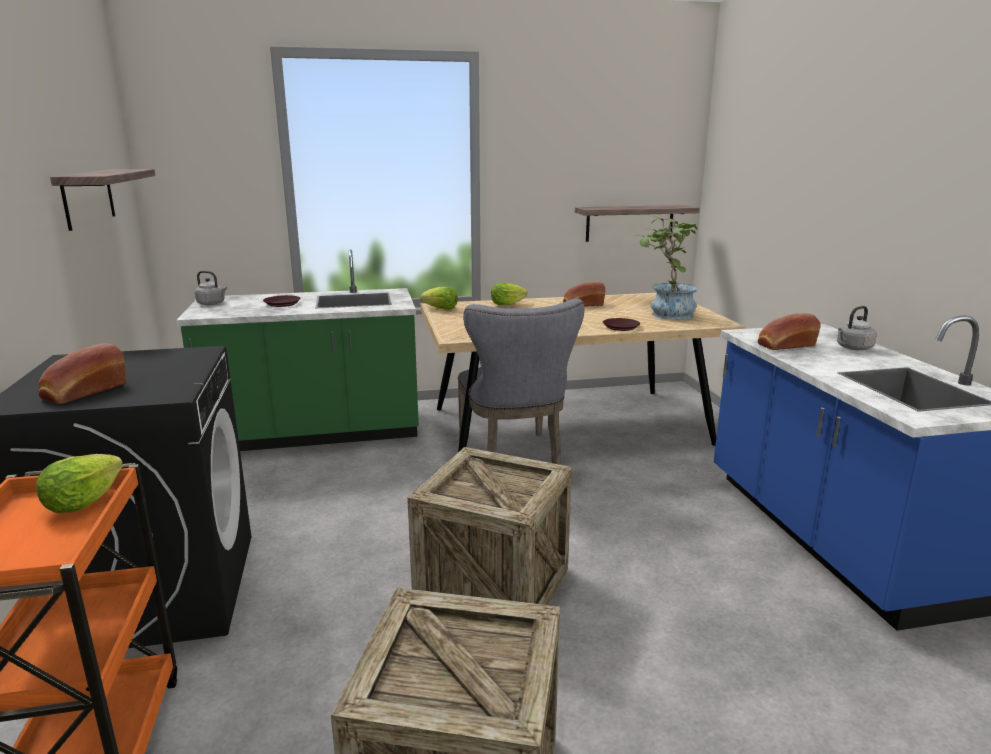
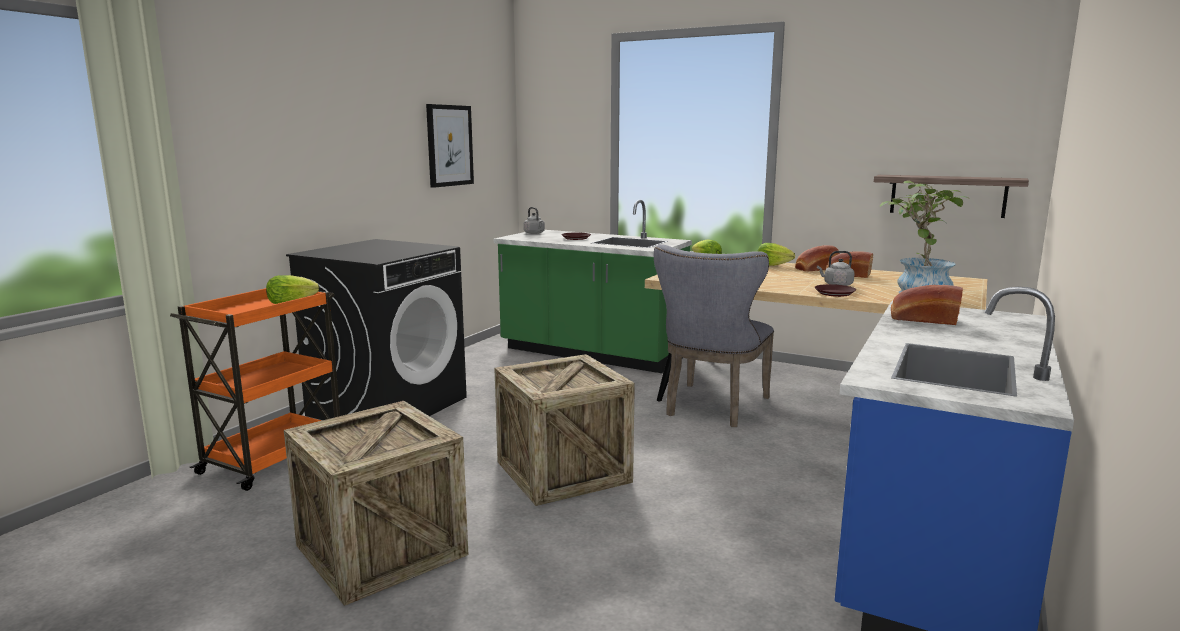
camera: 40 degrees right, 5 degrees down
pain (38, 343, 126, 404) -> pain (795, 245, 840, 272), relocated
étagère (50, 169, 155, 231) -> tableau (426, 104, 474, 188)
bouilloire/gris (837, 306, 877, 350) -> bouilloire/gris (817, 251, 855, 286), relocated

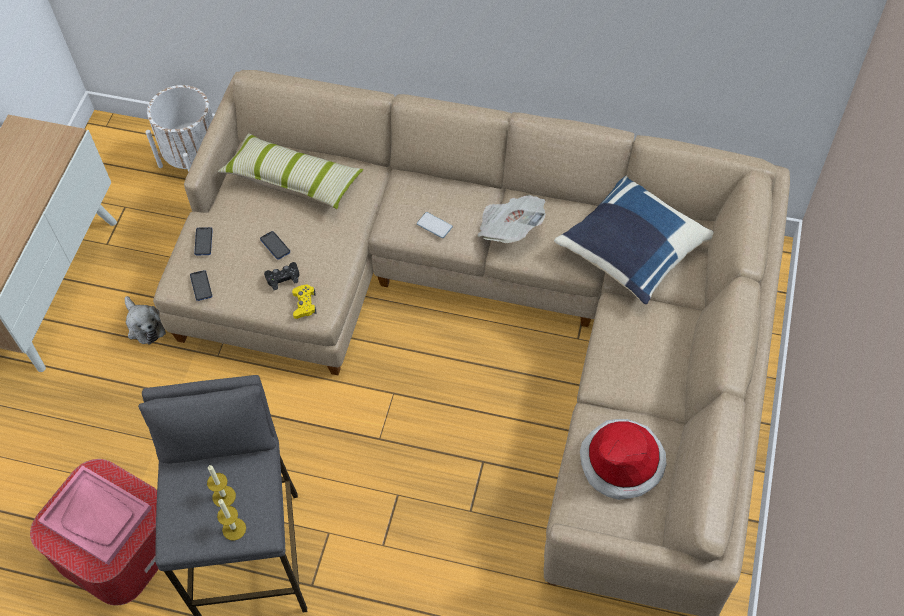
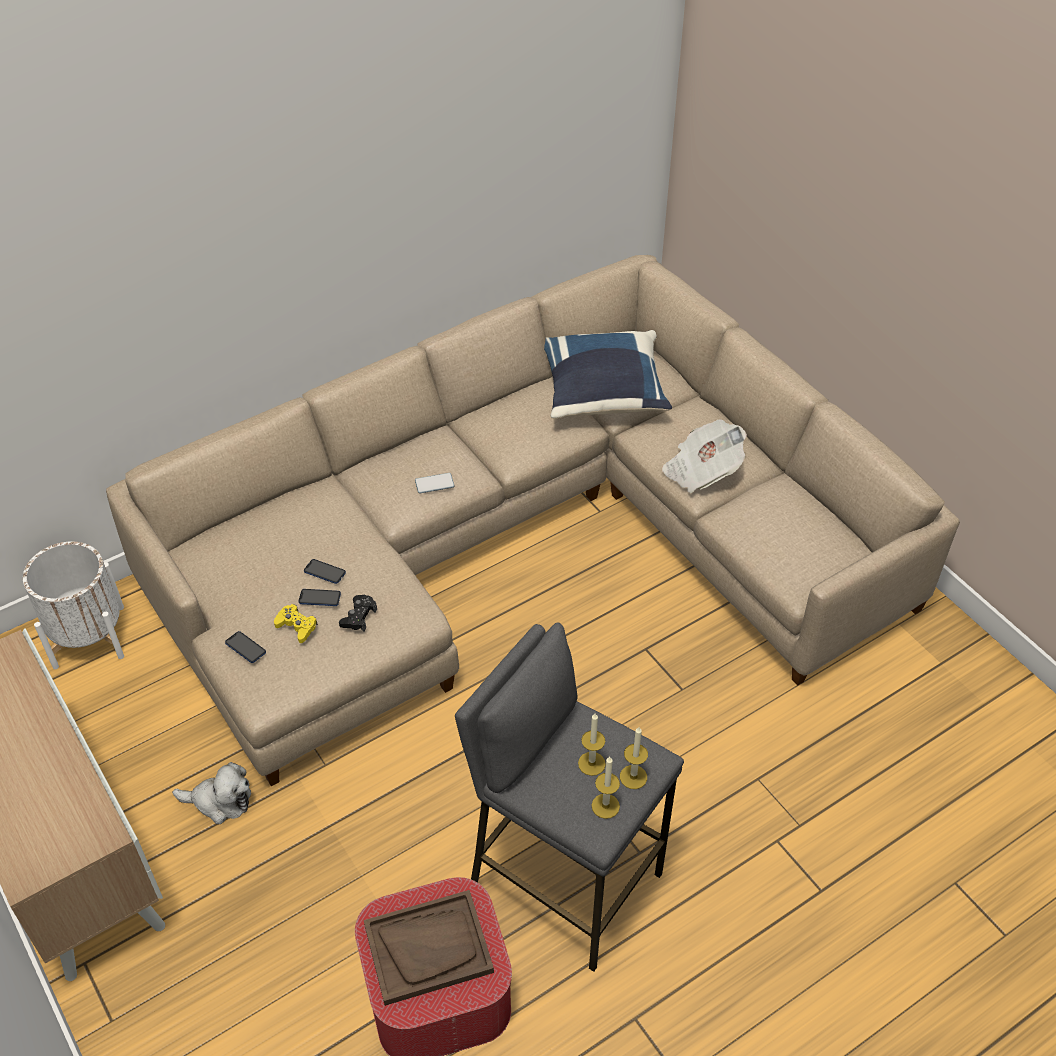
camera: 50 degrees left, 10 degrees down
plateau/rose (38, 465, 152, 565) -> plateau/marron (364, 890, 494, 1006)
téléphone (190, 270, 212, 301) -> téléphone (304, 559, 346, 584), relocated
coussin (218, 133, 363, 209) -> none
manette/jaune (292, 285, 316, 319) -> manette/jaune (274, 604, 318, 643), relocated
journal (478, 195, 546, 243) -> journal (662, 419, 747, 493), relocated
chapeau (580, 419, 667, 500) -> none
none -> bougie (592, 757, 620, 819)

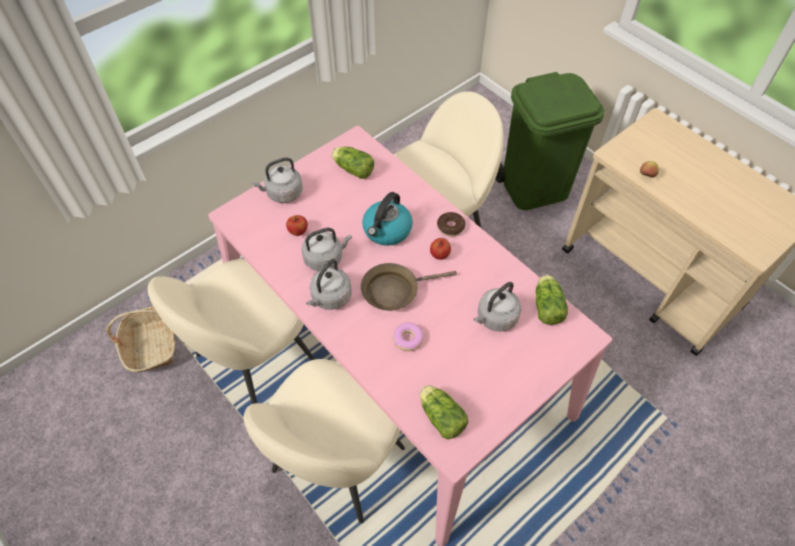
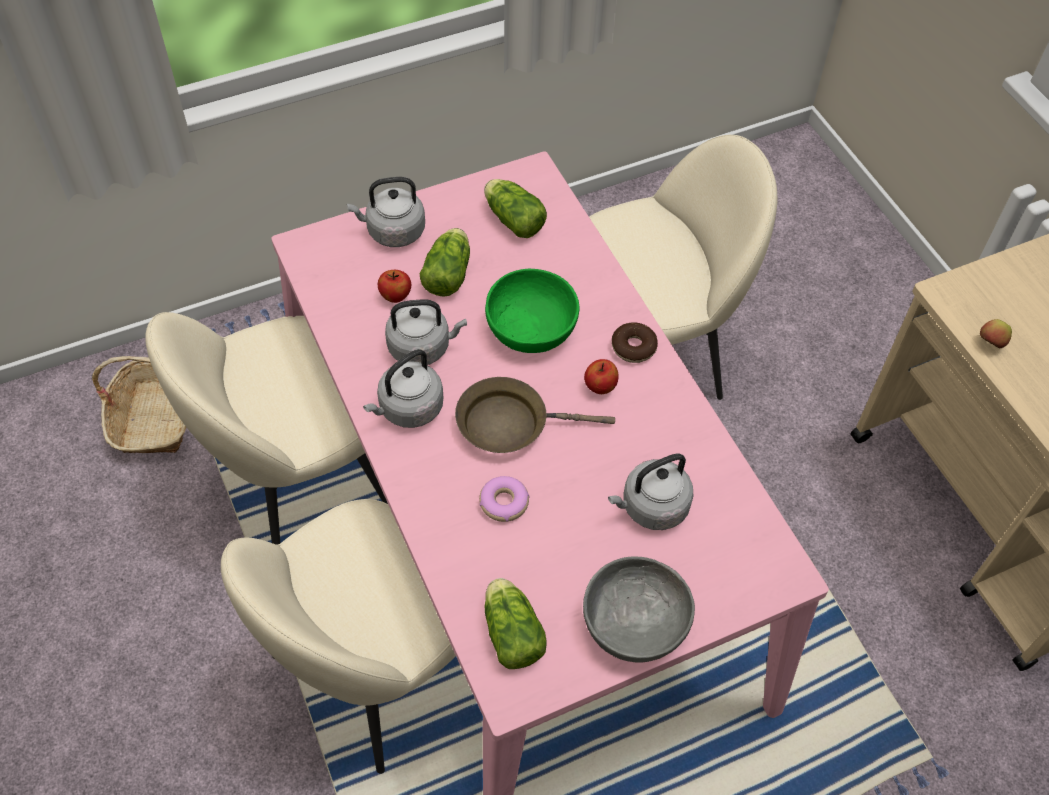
camera: 15 degrees right, 0 degrees up
bouilloire (362, 192, 413, 246) -> bol/vert (485, 269, 580, 353)
poubelle/vert (495, 72, 604, 210) -> none
laitue (536, 274, 568, 325) -> laitue (420, 228, 470, 297), relocated
none -> bol/gris (583, 556, 695, 663)

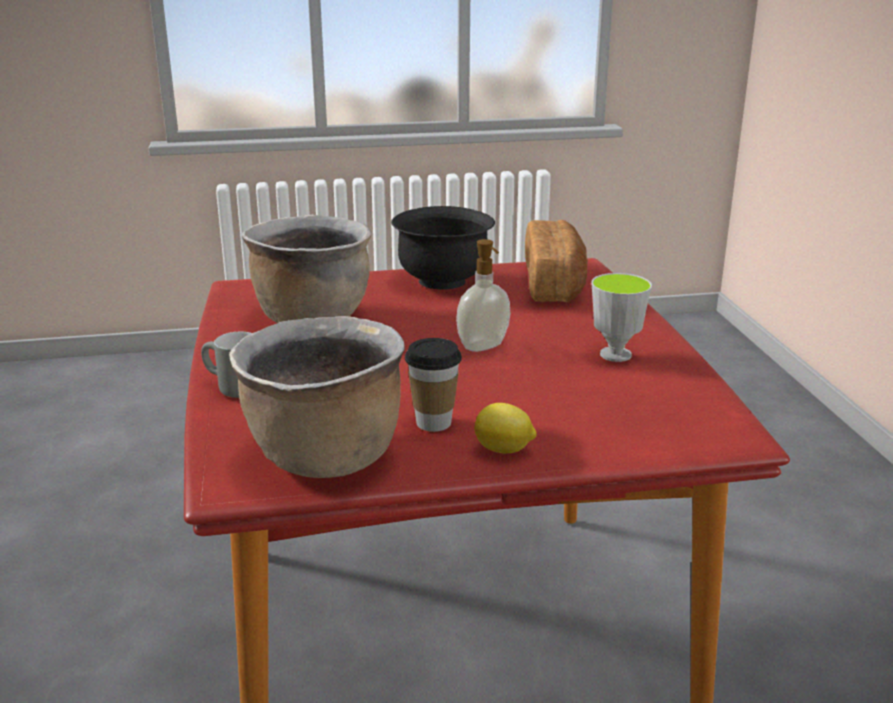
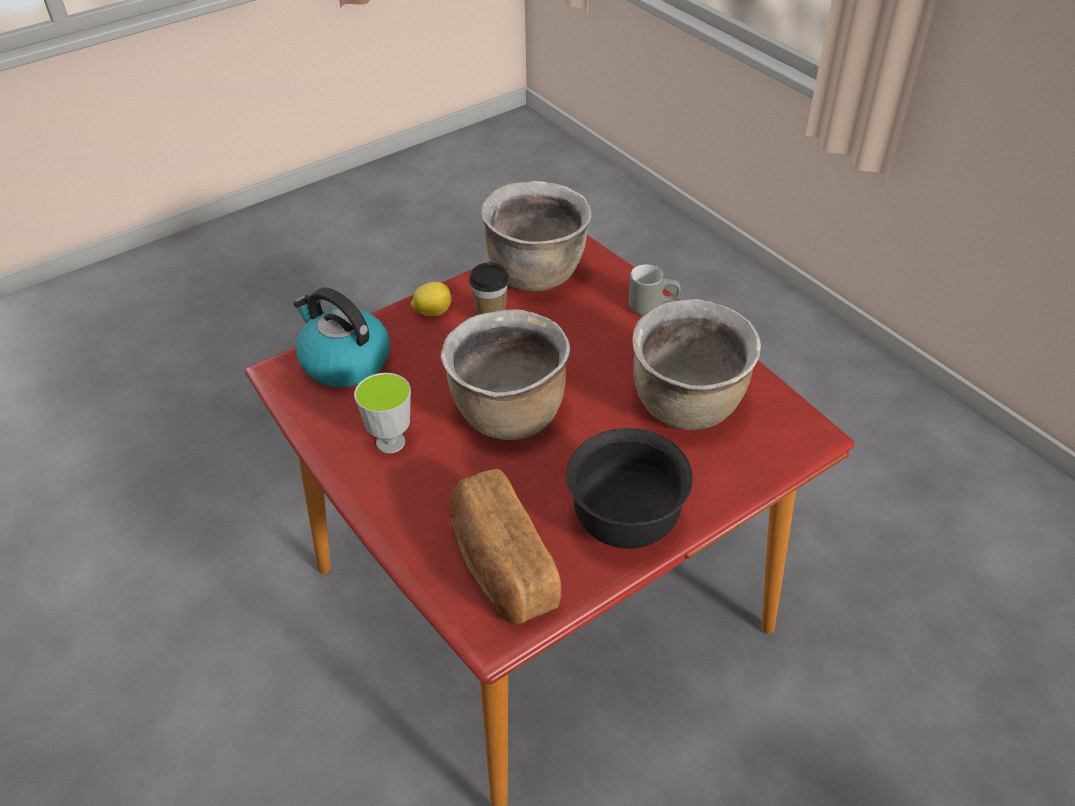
camera: 155 degrees right, 20 degrees up
distributeur de savon (456, 239, 510, 352) -> marmite/marron (441, 309, 571, 440)
none -> bouilloire (293, 288, 390, 387)

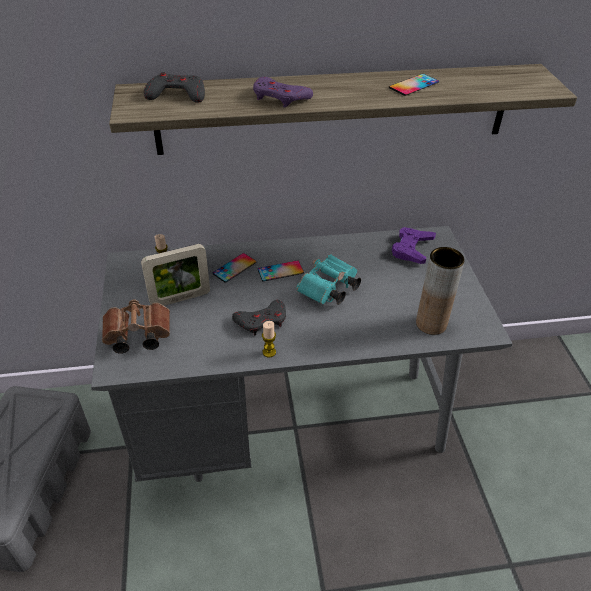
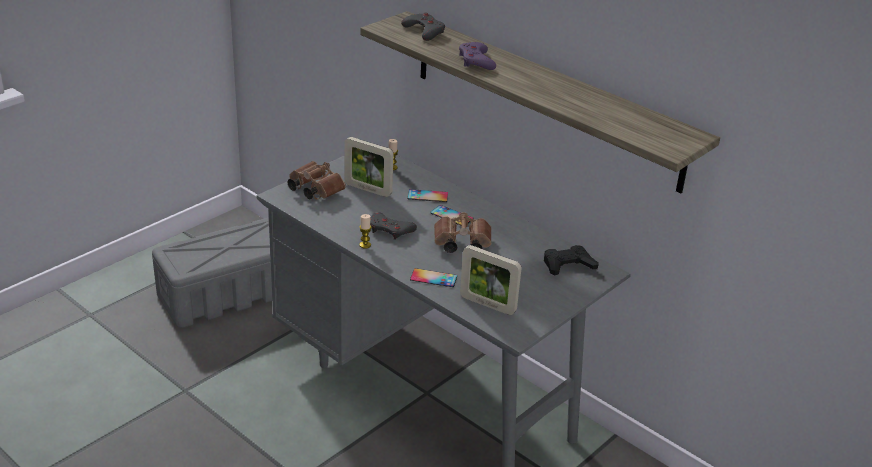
camera: 50 degrees right, 10 degrees down
jumelles/turquoise (297, 254, 361, 305) -> jumelles/marron (434, 212, 491, 253)
téléphone (389, 74, 439, 96) -> téléphone (410, 268, 457, 287), relocated
manette/violet (392, 227, 436, 264) -> manette/noir (544, 245, 599, 275)
vase/marron (416, 247, 465, 335) -> cadre photo (460, 245, 522, 315)

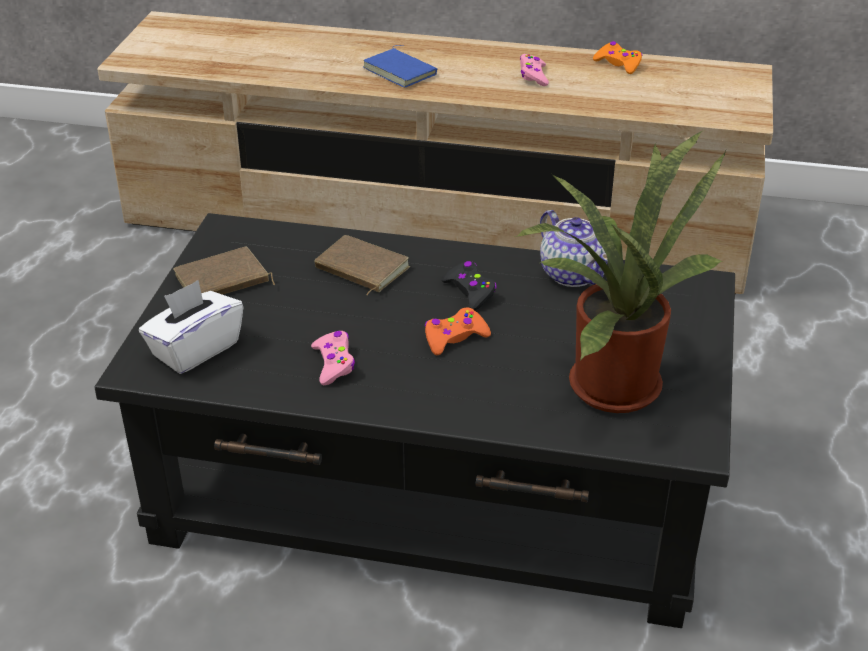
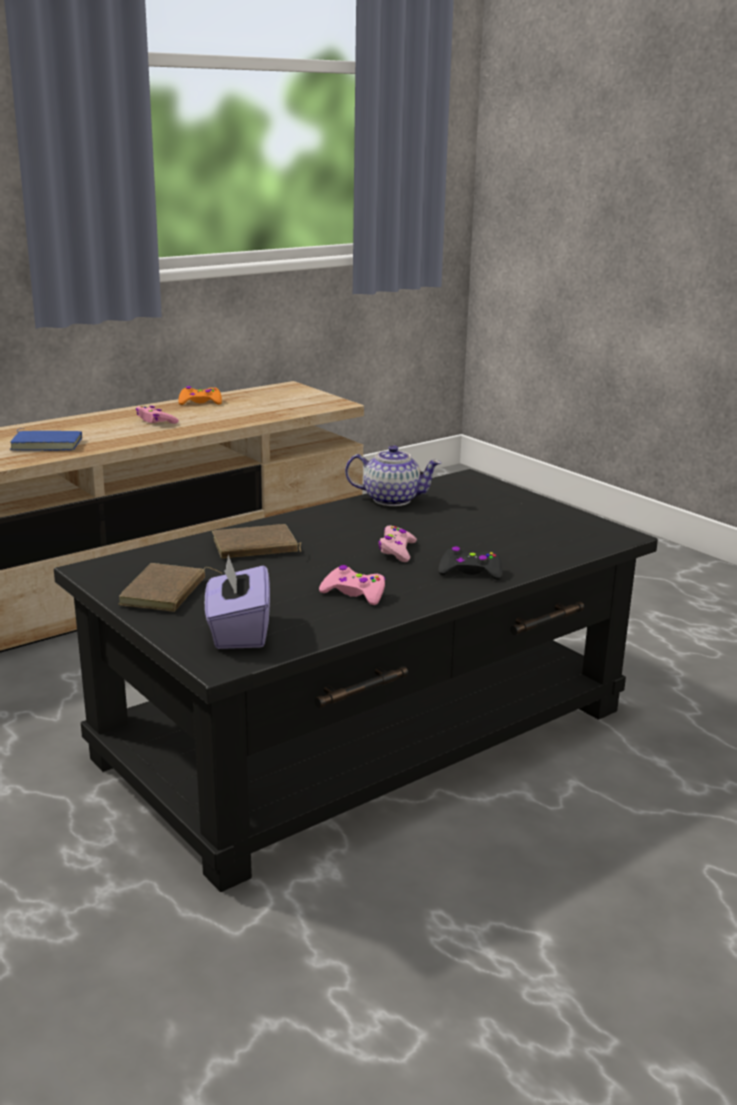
camera: 50 degrees left, 15 degrees down
boîte à mouchoirs/blanc (139, 280, 244, 374) -> boîte à mouchoirs/violet (205, 555, 270, 649)
manette/orange (425, 307, 491, 355) -> manette/rose (378, 525, 417, 562)
manette/noir (441, 261, 497, 310) -> manette/noir (439, 546, 502, 580), relocated
plante en pot (517, 131, 726, 413) -> none

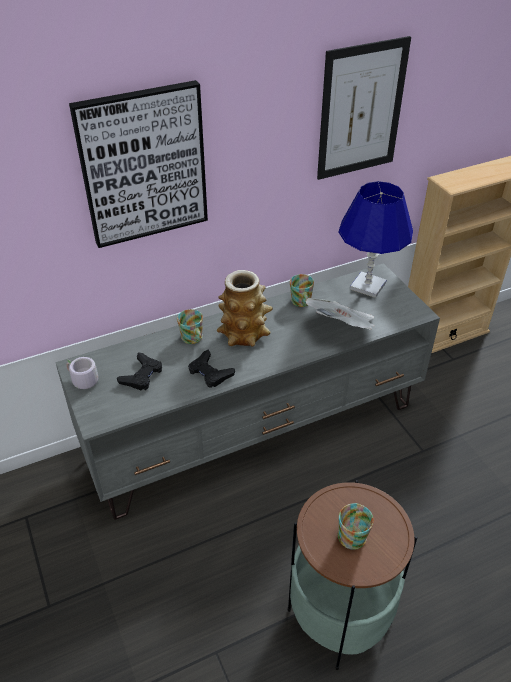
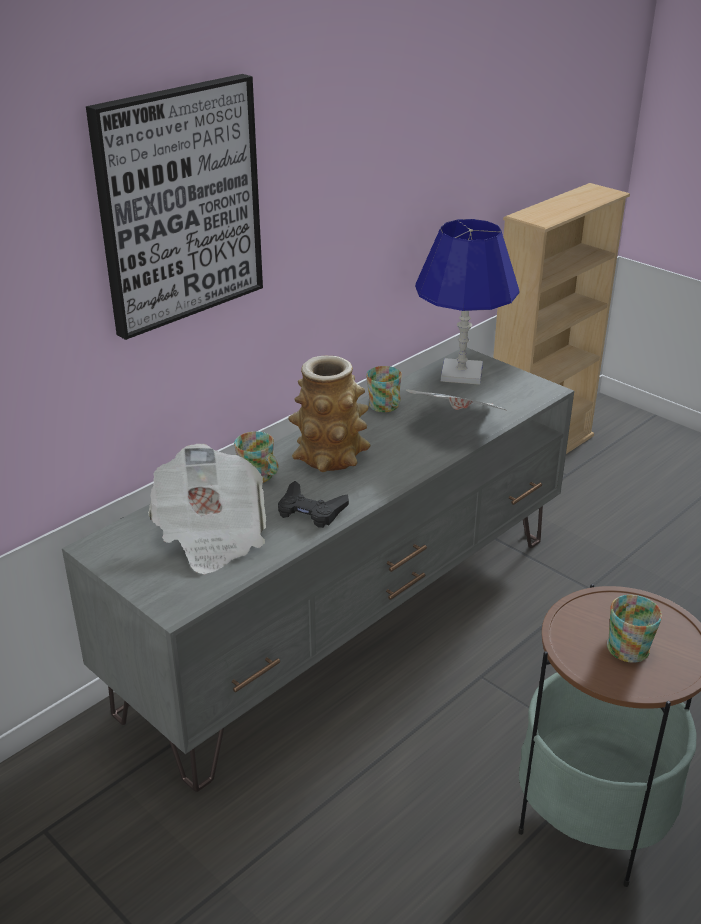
camera: 20 degrees left, 10 degrees down
mug/gris (66, 357, 98, 397) -> none
manette/noir (117, 353, 162, 391) -> journal (148, 444, 266, 574)
tableau (317, 36, 411, 180) -> none

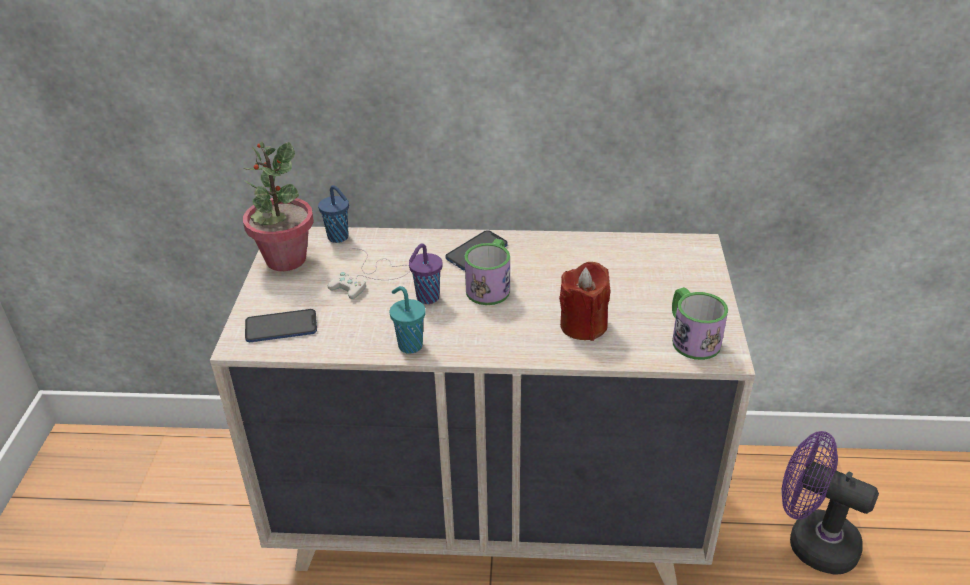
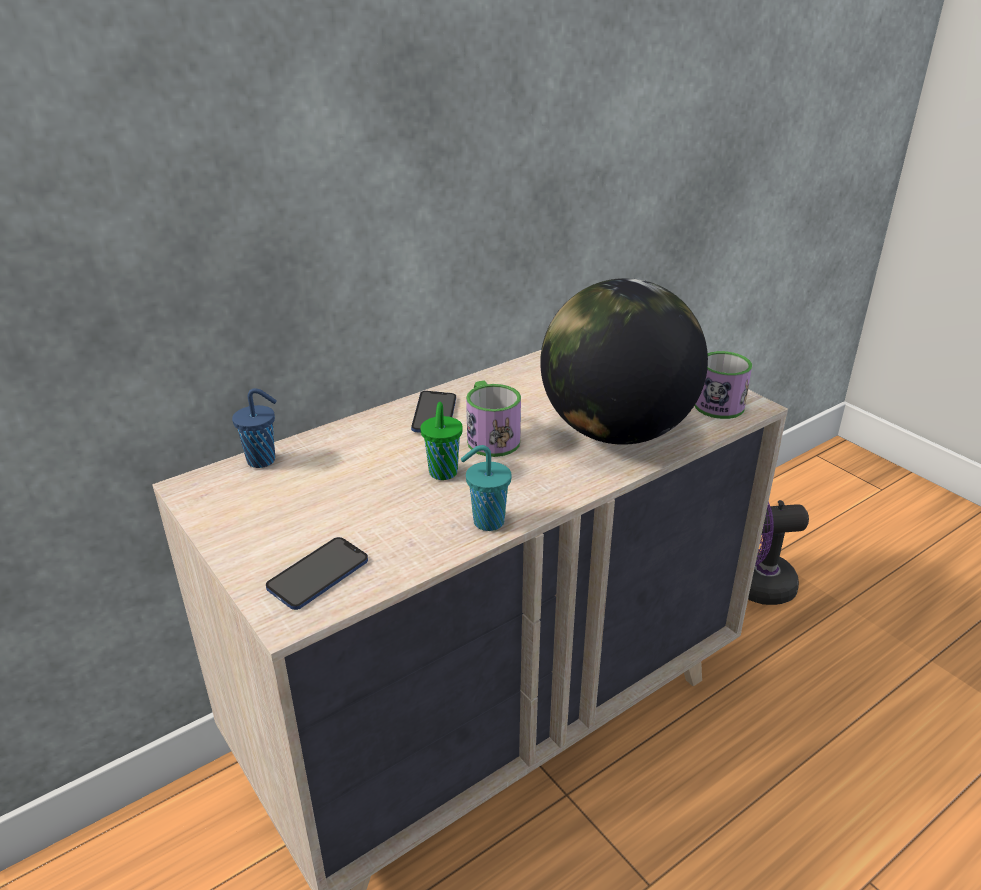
camera: 40 degrees left, 5 degrees down
plante en pot (243, 142, 314, 271) -> none
manette/blanc (328, 248, 410, 299) -> none
tasse/violet (409, 244, 442, 304) -> tasse/vert (420, 402, 463, 480)
bougie/rouge (559, 262, 611, 341) -> globe (540, 278, 708, 445)

